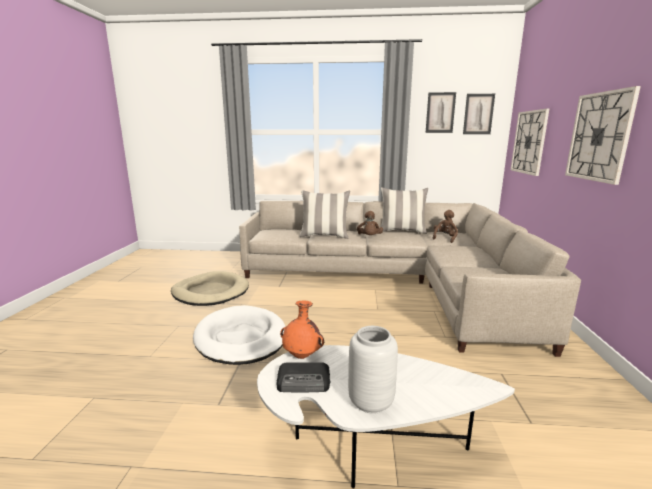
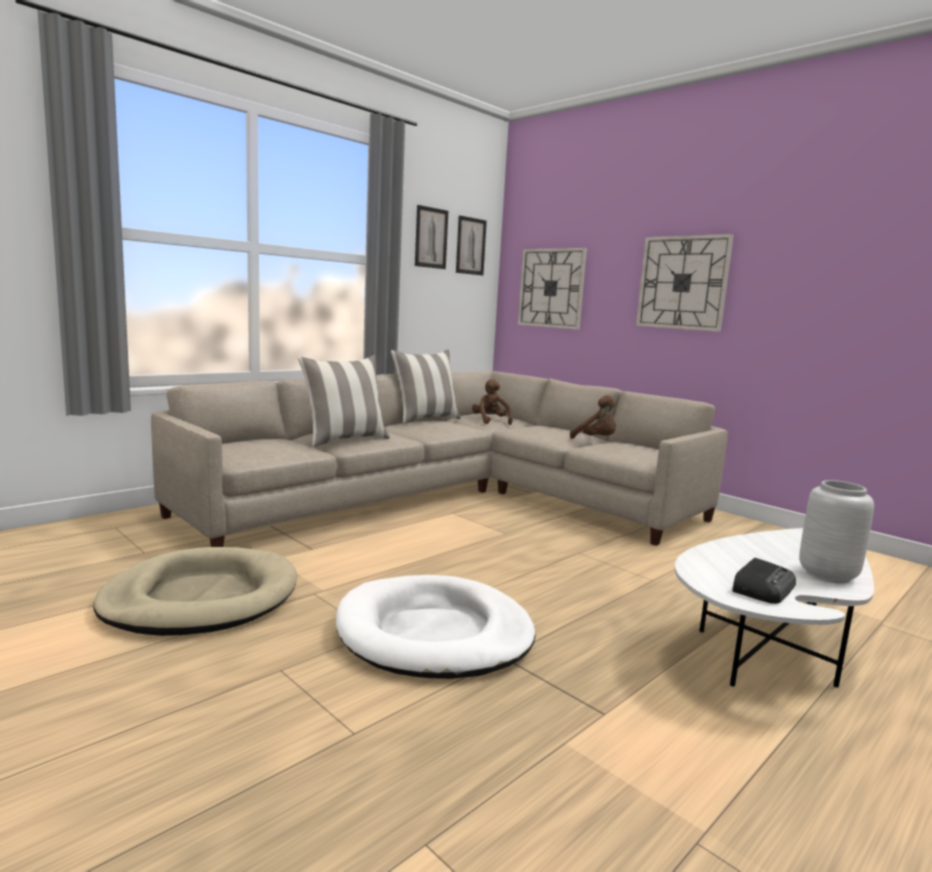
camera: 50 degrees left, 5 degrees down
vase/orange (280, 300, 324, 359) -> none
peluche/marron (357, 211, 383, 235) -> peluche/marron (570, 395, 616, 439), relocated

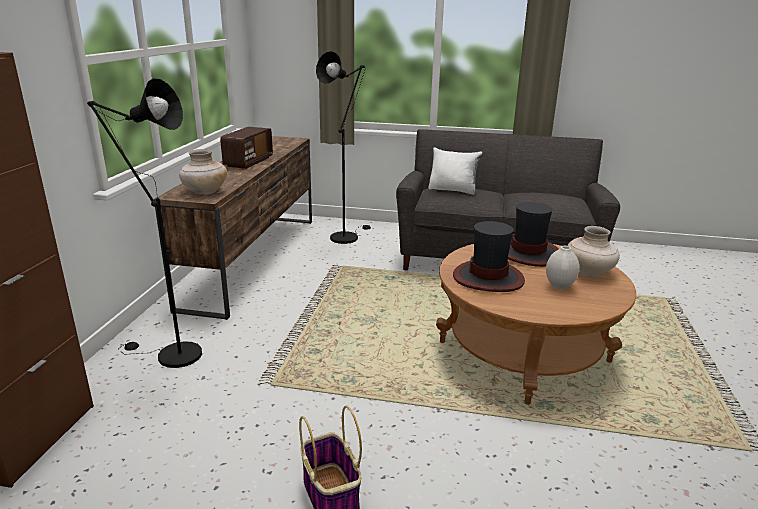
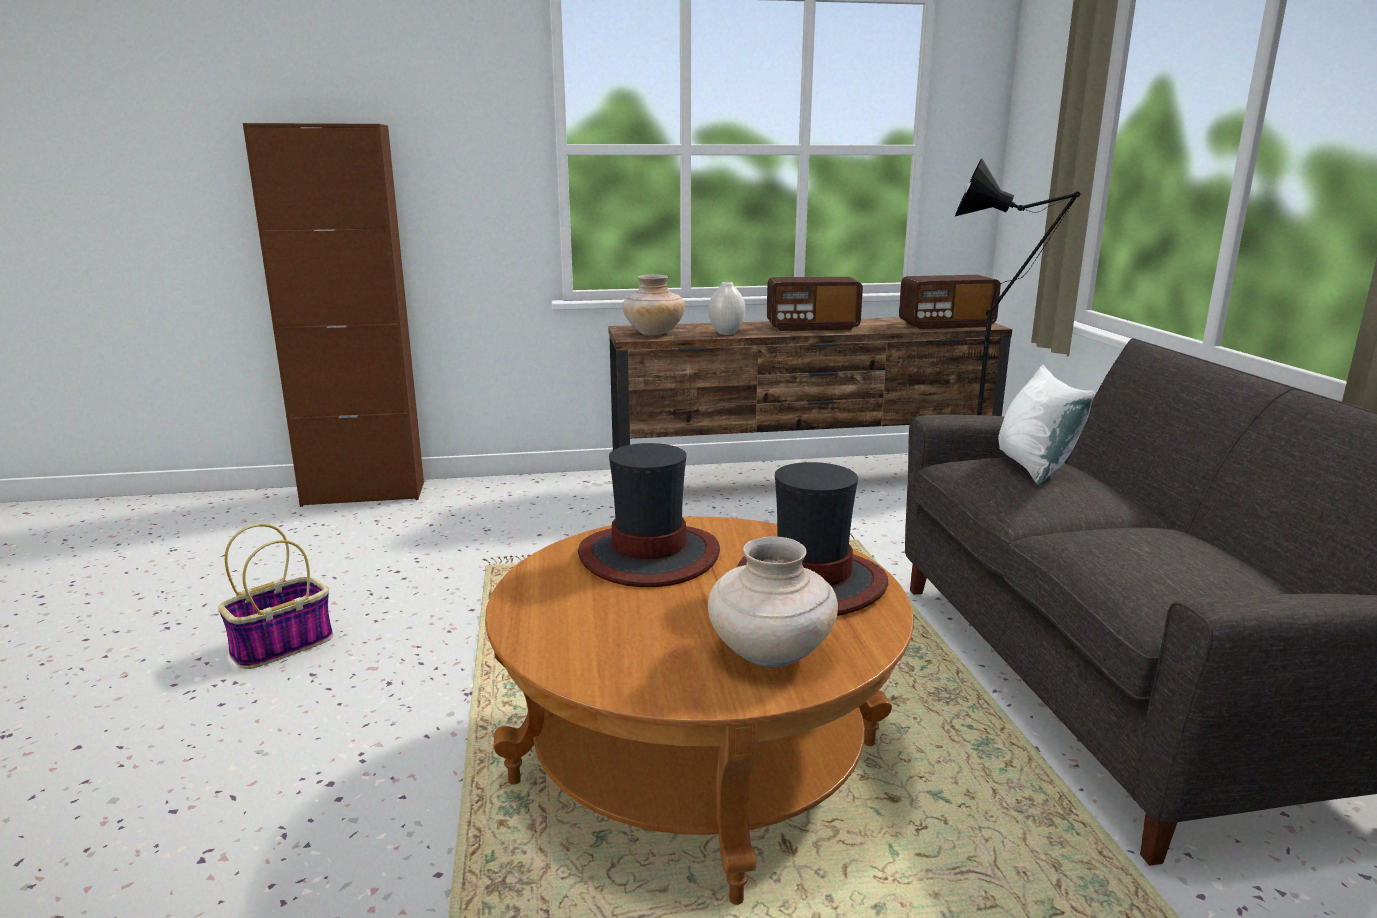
camera: 70 degrees right, 5 degrees down
lampadaire/noir (87, 78, 202, 368) -> none
vase/blanc (546, 246, 579, 290) -> vase/blanc (708, 282, 745, 335), relocated
none -> radio (899, 275, 1001, 329)

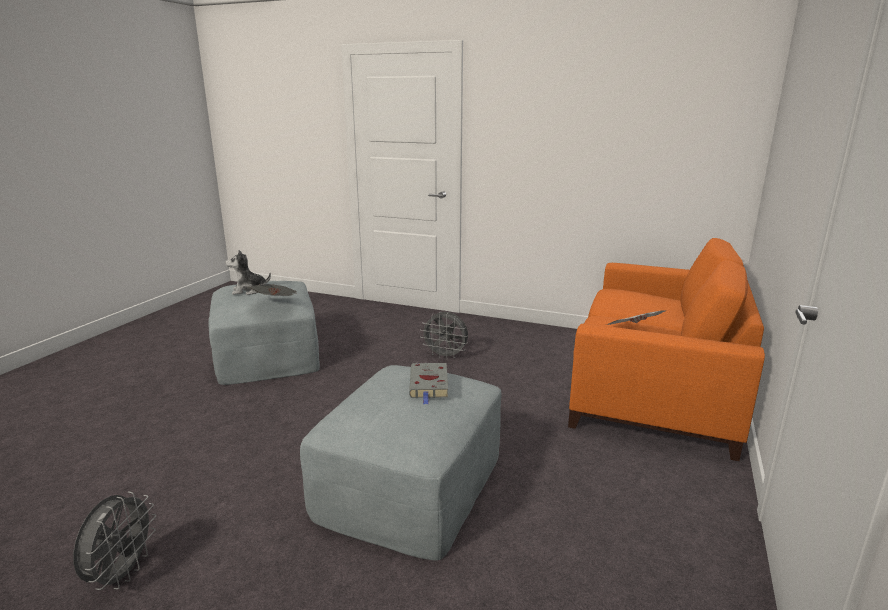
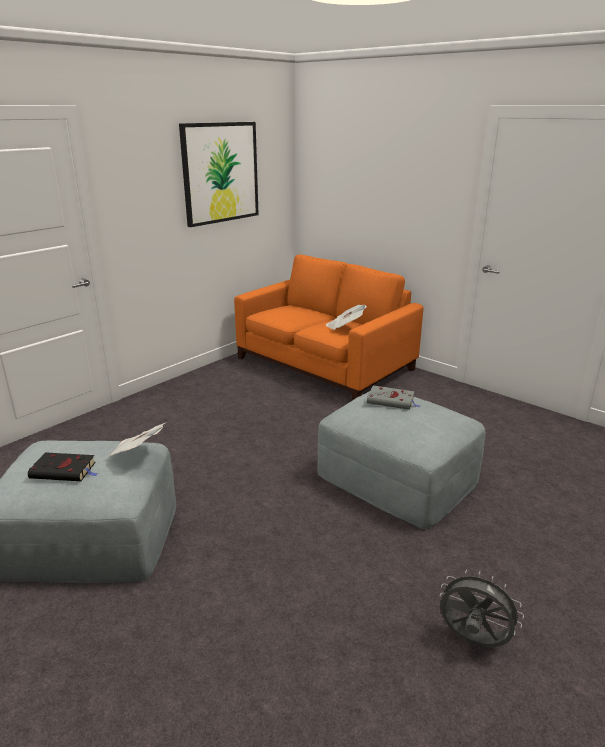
camera: 70 degrees left, 5 degrees up
peluche (225, 250, 271, 295) -> livre/noir (28, 452, 99, 481)
ventilateur/gris (420, 312, 468, 360) -> none
none -> tableau (179, 122, 259, 227)

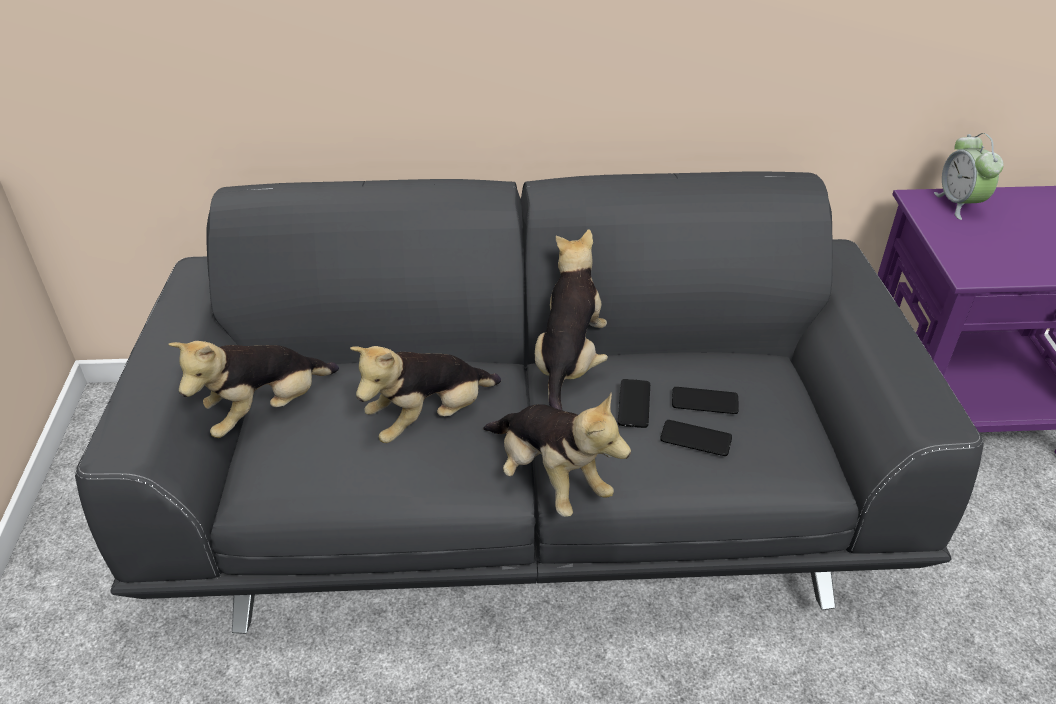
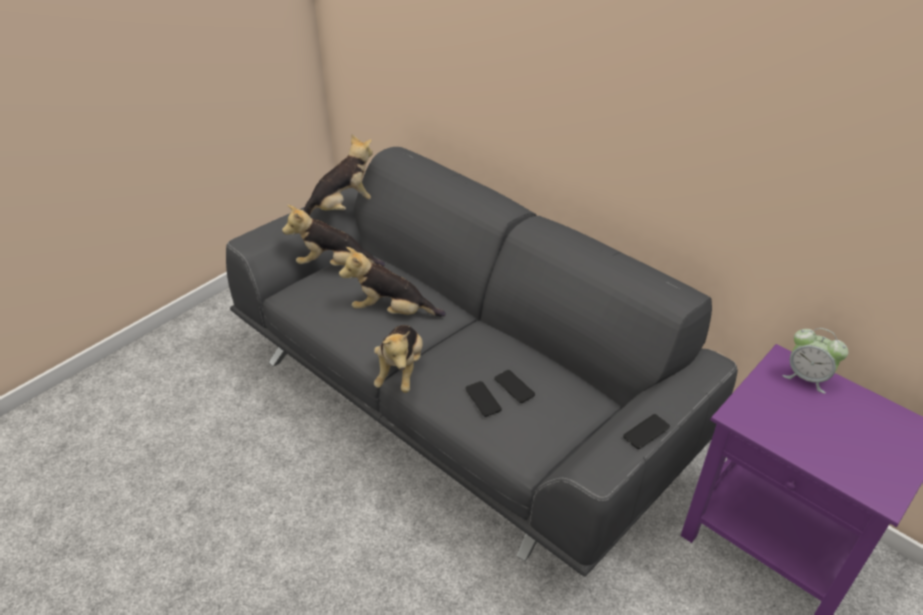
camera: 45 degrees right, 0 degrees up
peluche (535, 229, 608, 410) -> peluche (303, 134, 373, 216), relocated
téléphone (618, 379, 650, 428) -> téléphone (623, 414, 670, 449), relocated
réveil (934, 133, 1004, 220) -> réveil (782, 328, 848, 394), 90 degrees counterclockwise

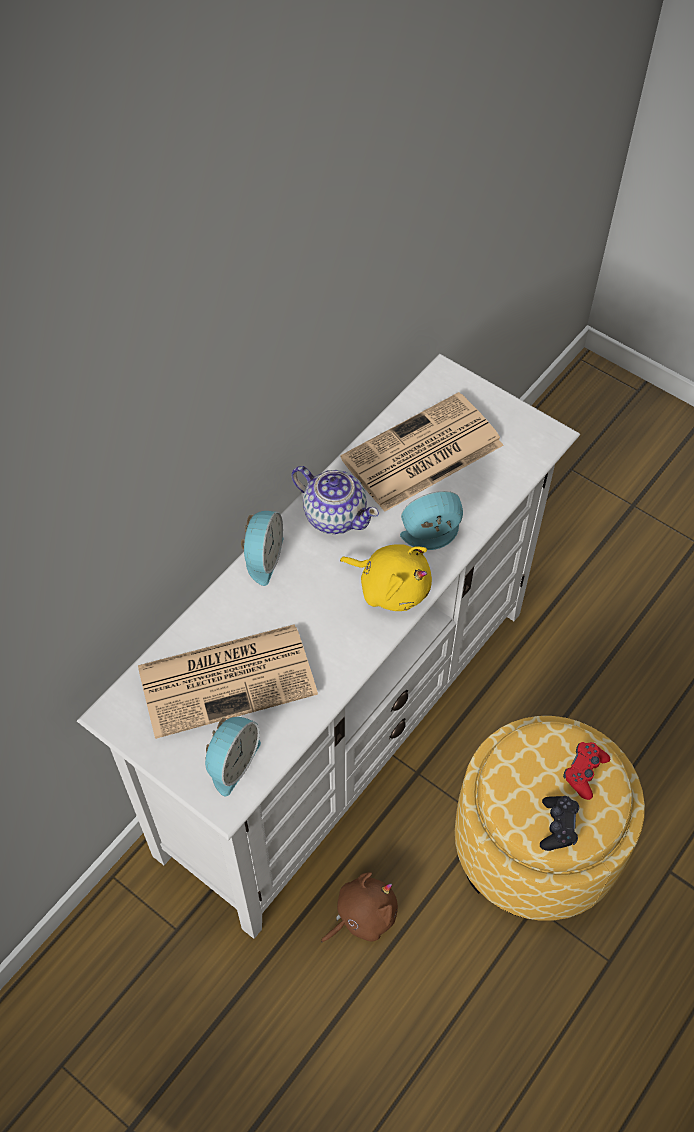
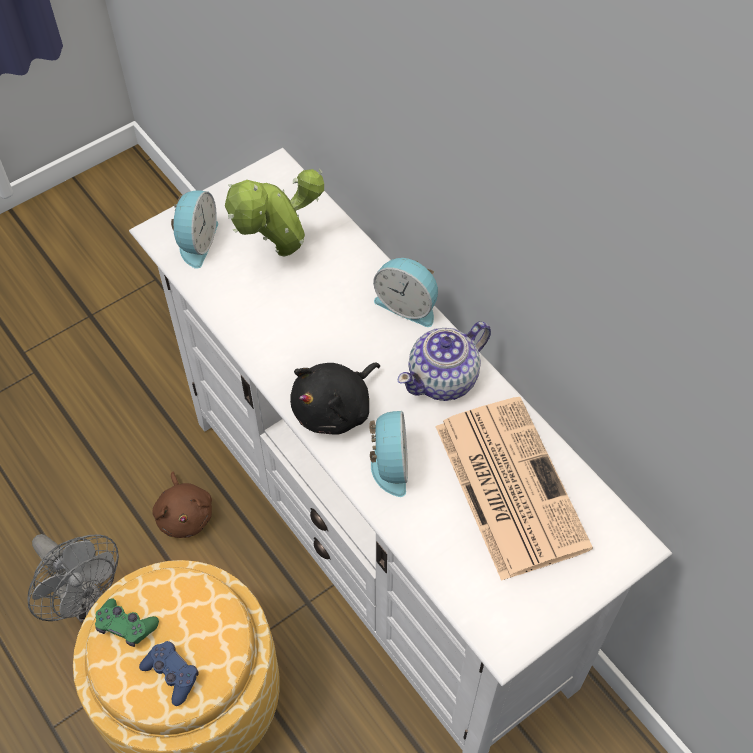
camera: 105 degrees right, 0 degrees up
journal (138, 624, 318, 739) -> plante en pot (225, 169, 324, 257)
réveil (205, 717, 261, 796) -> réveil (171, 190, 218, 269), 120 degrees counterclockwise
peluche/jaune (340, 544, 432, 611) -> peluche/noir (290, 363, 380, 435)
manette/noir (540, 796, 579, 851) -> manette/vert (95, 598, 159, 647)
manette/rouge (563, 742, 610, 800) -> manette/bleu (139, 641, 199, 706)
none -> ventilateur/gris (28, 534, 119, 622)

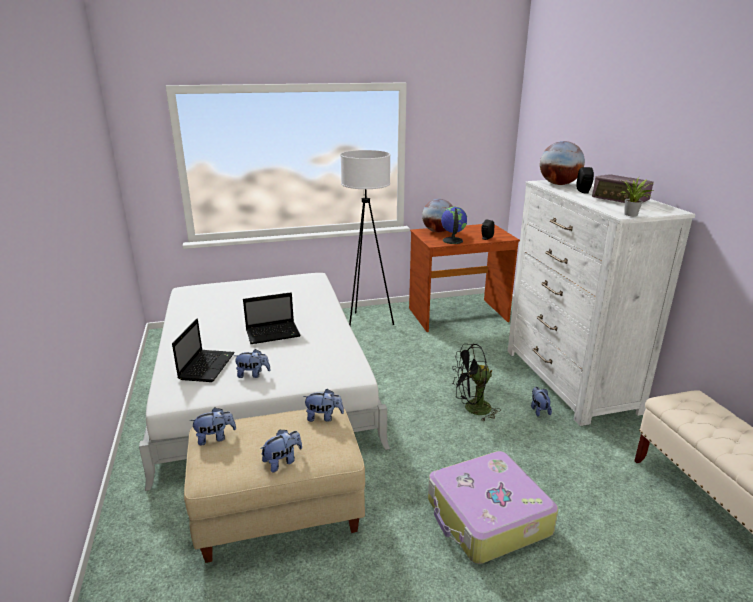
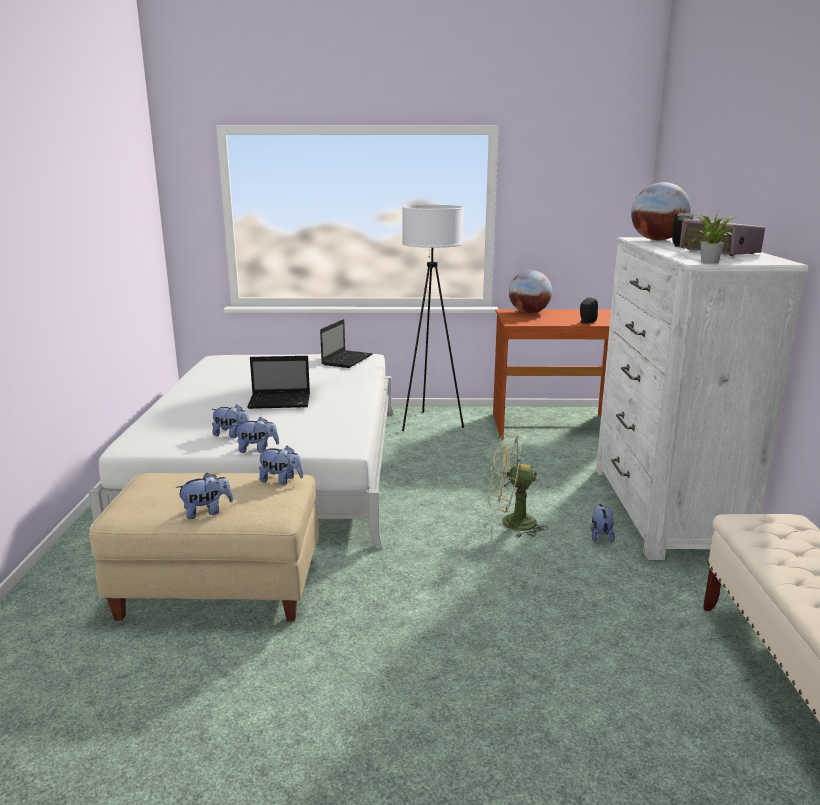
camera: 15 degrees right, 5 degrees down
ordinateur portable (172, 319, 235, 382) -> ordinateur portable (320, 319, 373, 368), relocated
peluche (190, 407, 236, 446) -> peluche (233, 417, 279, 453), relocated
valise (428, 451, 558, 564) -> none
globe (441, 207, 467, 244) -> none
ventilateur/noir (452, 344, 501, 422) -> ventilateur/vert (488, 434, 548, 538)

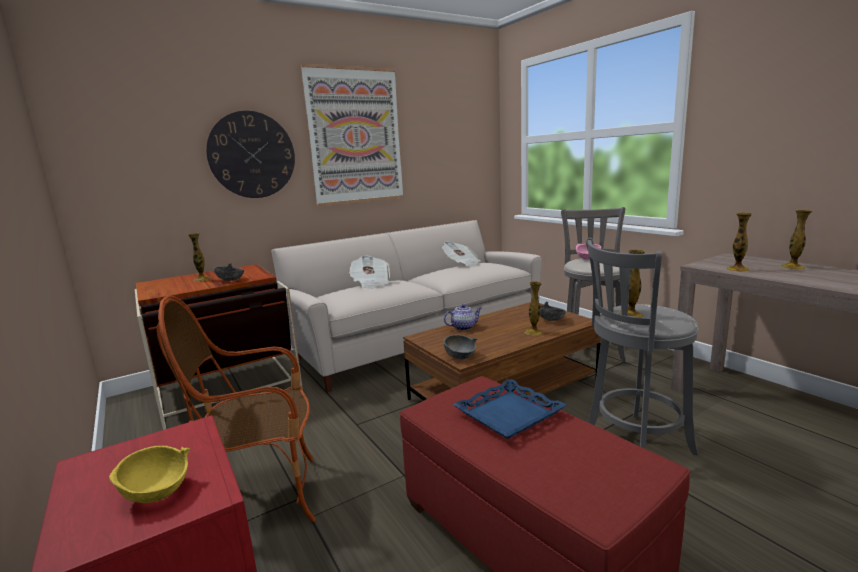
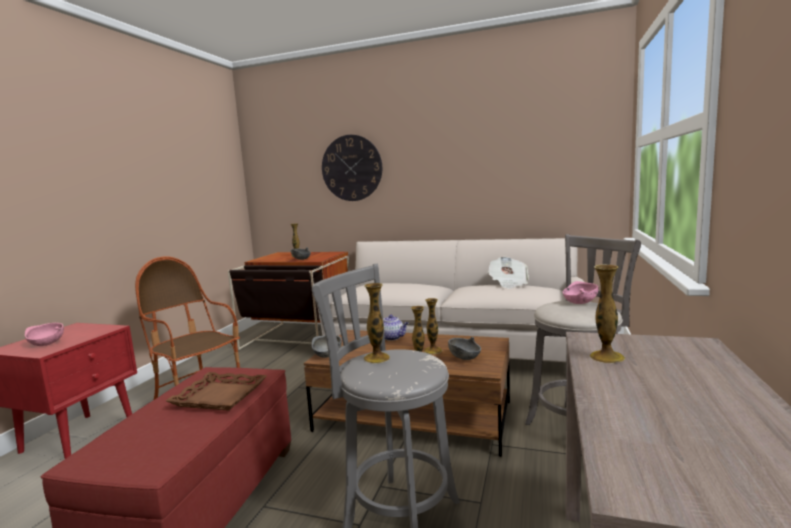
camera: 50 degrees right, 5 degrees down
bol/jaune (109, 446, 191, 503) -> bol/rose (25, 323, 64, 346)
tableau (301, 64, 404, 206) -> none
journal (349, 256, 390, 290) -> none
plateau/bleu (453, 379, 566, 439) -> plateau/marron (166, 372, 267, 411)
vase (781, 210, 812, 269) -> vase (424, 298, 442, 354), relocated

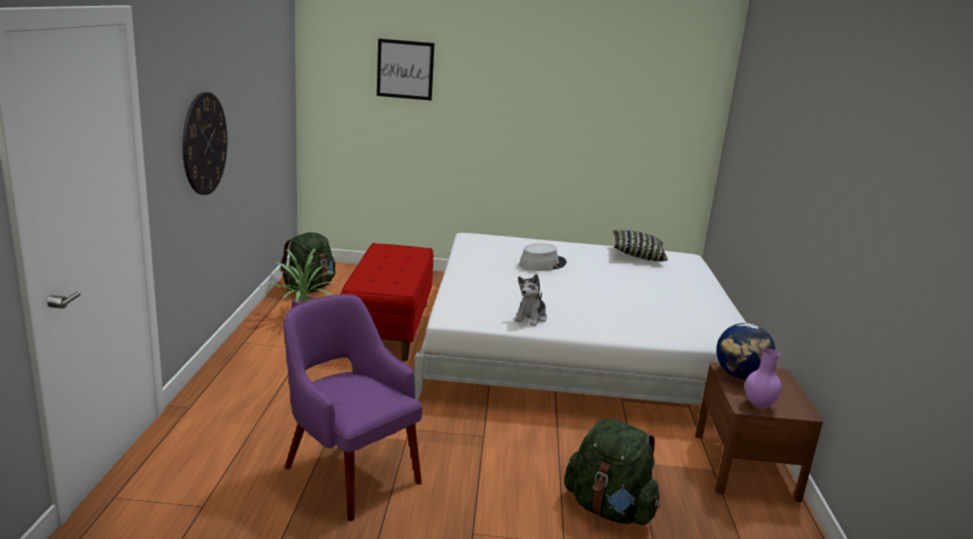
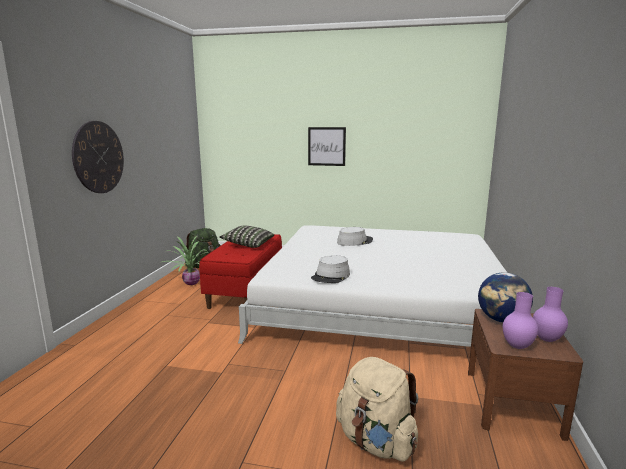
camera: 10 degrees right, 5 degrees down
fauteuil/violet (283, 294, 423, 521) -> none
tableau (377, 38, 435, 100) -> tableau (308, 127, 346, 166), relocated
peluche (514, 274, 547, 326) -> chapeau/gris (311, 255, 350, 283)
sac à dos/vert (564, 418, 660, 525) -> sac à dos/beige (336, 357, 418, 462)
coussin (613, 230, 668, 261) -> coussin (219, 226, 274, 248), relocated
none -> vase/violet (533, 287, 568, 342)

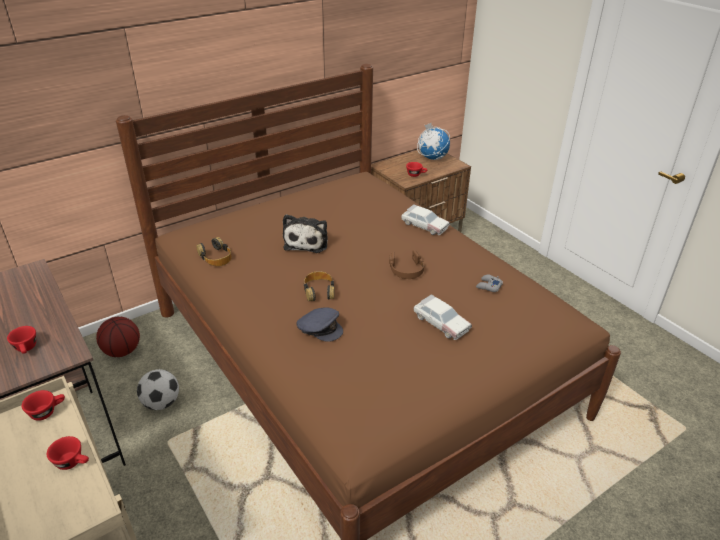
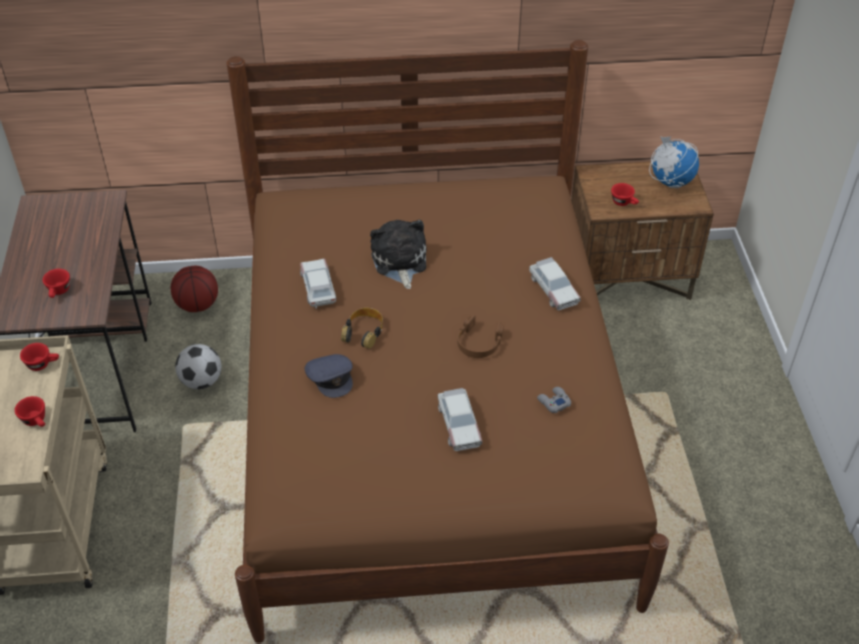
camera: 30 degrees right, 10 degrees up
casque audio (196, 237, 231, 266) -> none
peluche (283, 214, 328, 253) -> peluche (370, 220, 427, 289), 135 degrees clockwise
none -> petite voiture (300, 259, 336, 309)

